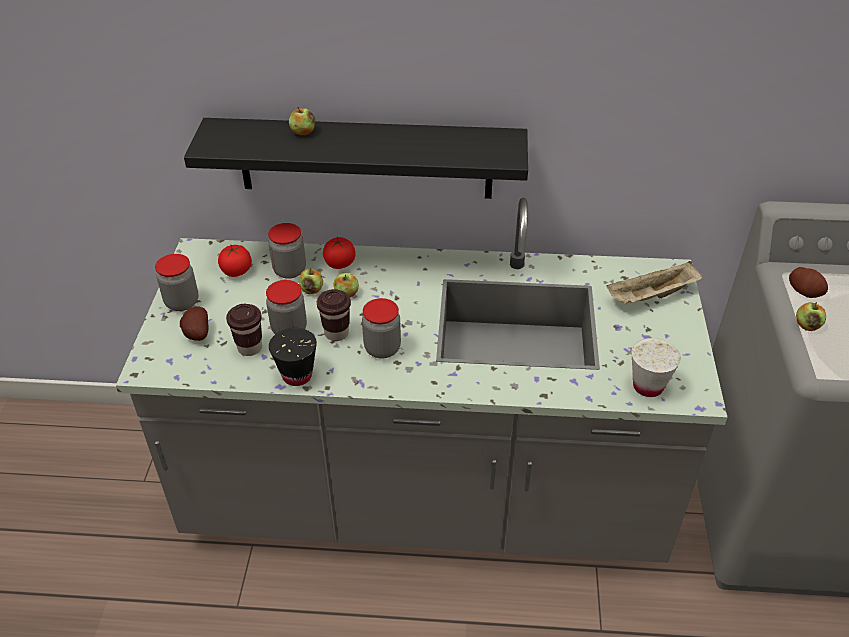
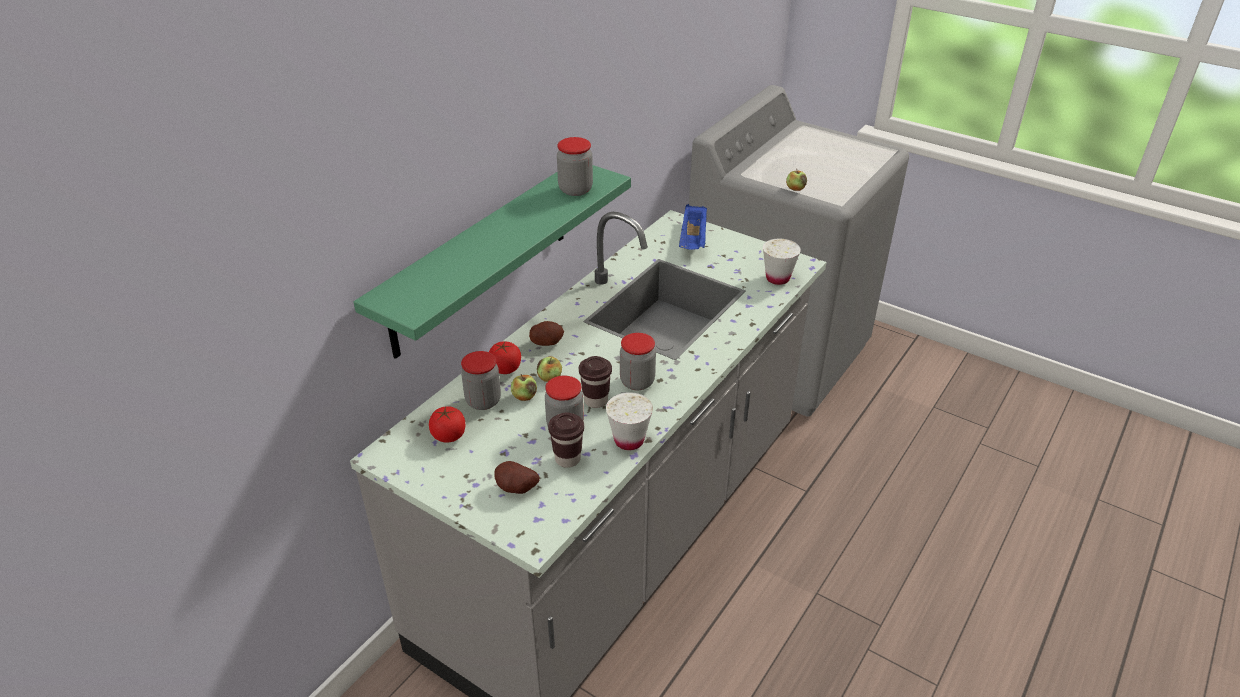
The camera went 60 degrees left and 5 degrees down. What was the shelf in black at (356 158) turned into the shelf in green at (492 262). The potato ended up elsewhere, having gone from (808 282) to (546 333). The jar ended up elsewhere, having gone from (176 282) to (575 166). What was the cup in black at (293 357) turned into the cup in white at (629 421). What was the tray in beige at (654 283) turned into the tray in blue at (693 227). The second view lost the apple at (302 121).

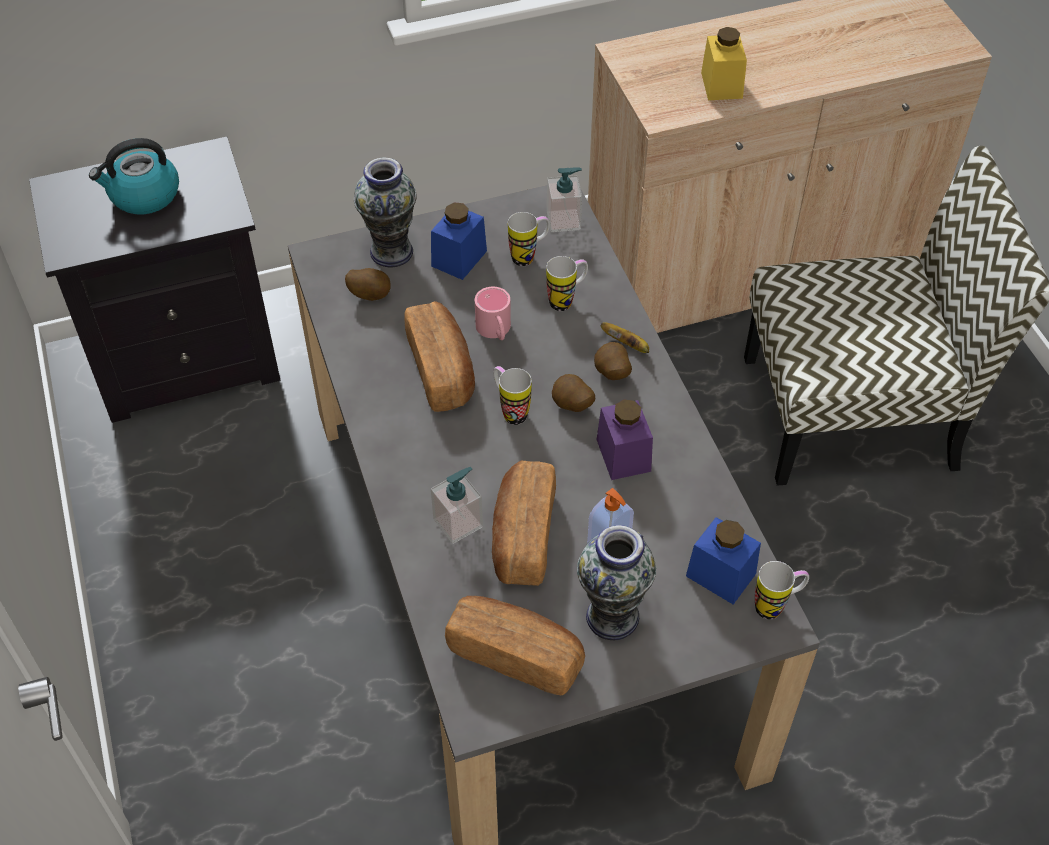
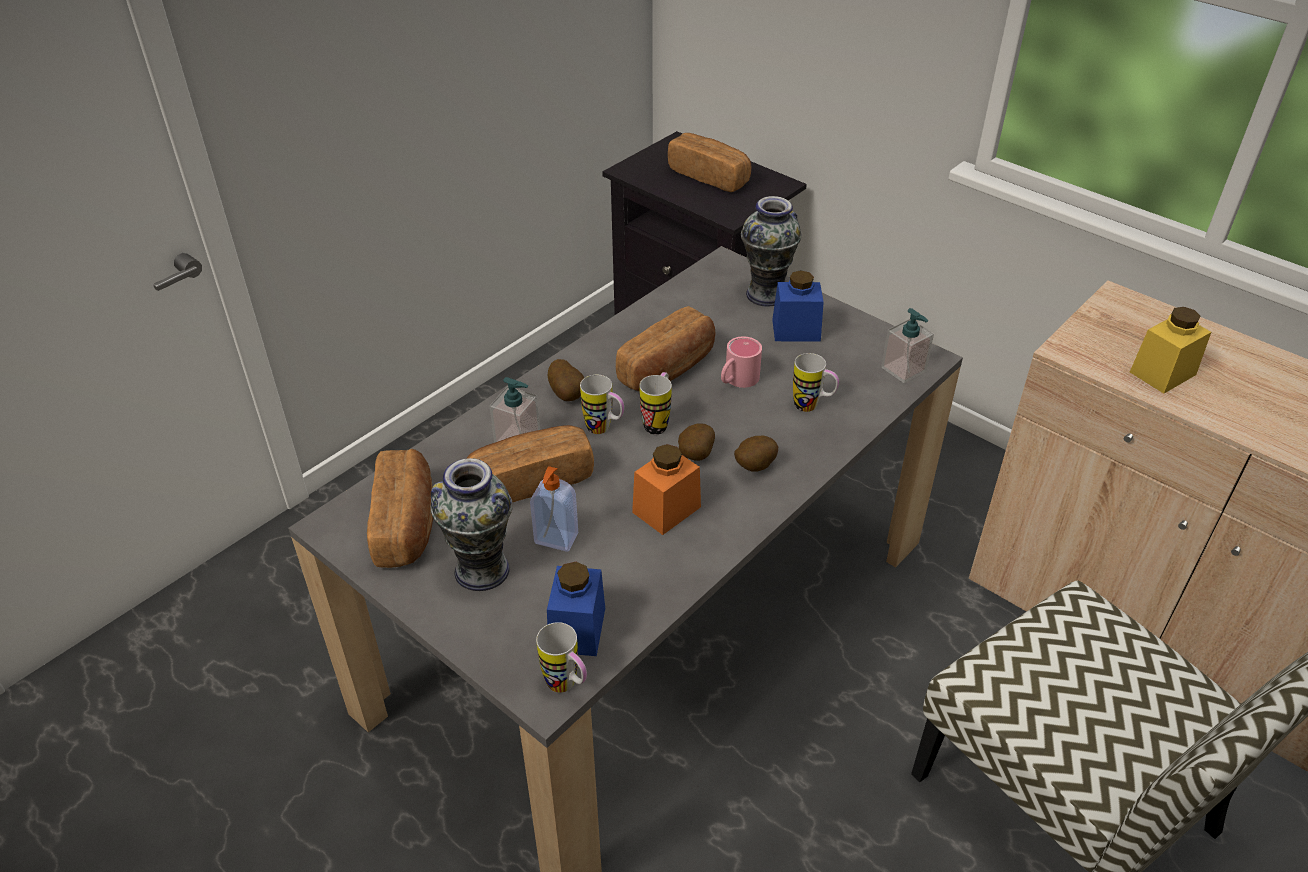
The camera went 60 degrees right and 10 degrees down. The potato ended up elsewhere, having gone from (368 284) to (566 380). The mug ended up elsewhere, having gone from (529 239) to (602 404). What was the jar in purple at (625 440) turned into the jar in orange at (666 489). Where the kettle stood at (134 176), the bread came to stand at (709 162). The second view lost the banana at (625 337).

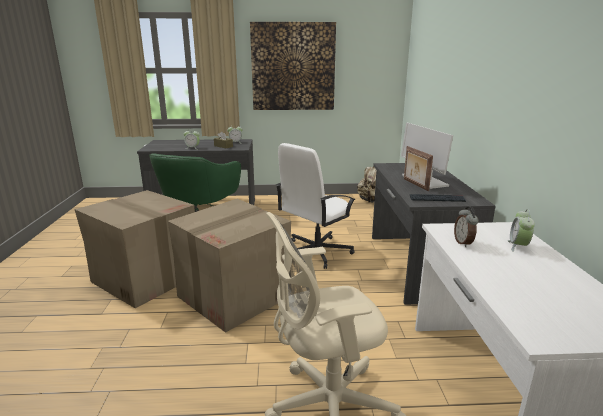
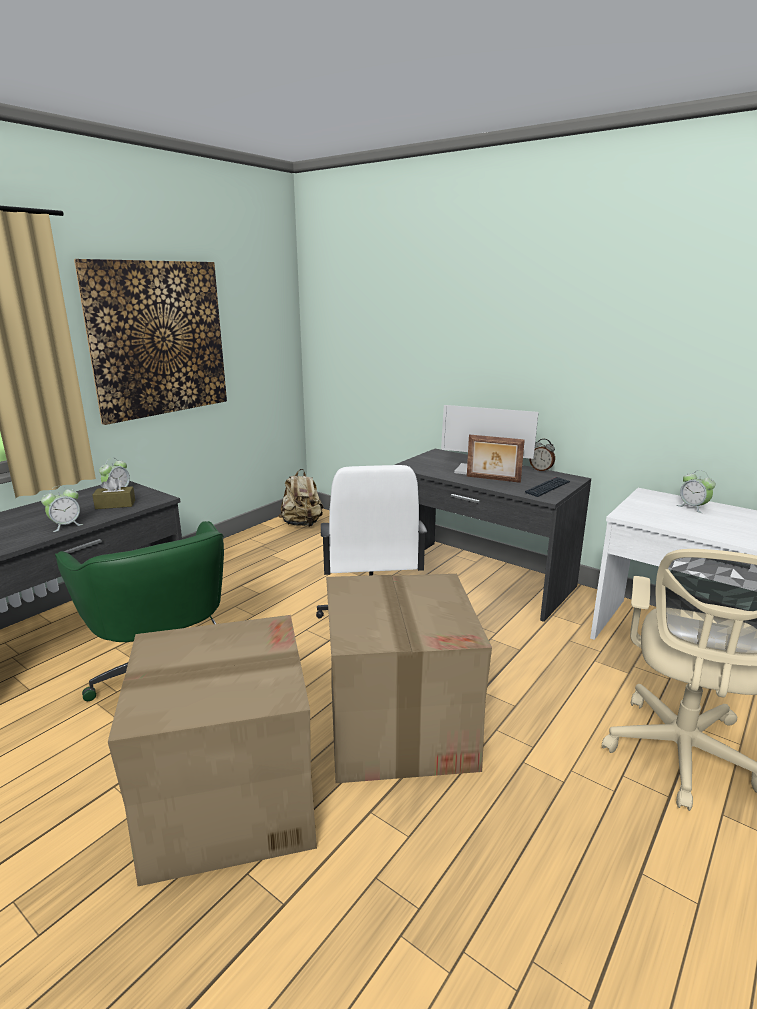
The camera went 50 degrees left and 0 degrees up. The alarm clock ended up elsewhere, having gone from (466 226) to (542 455).

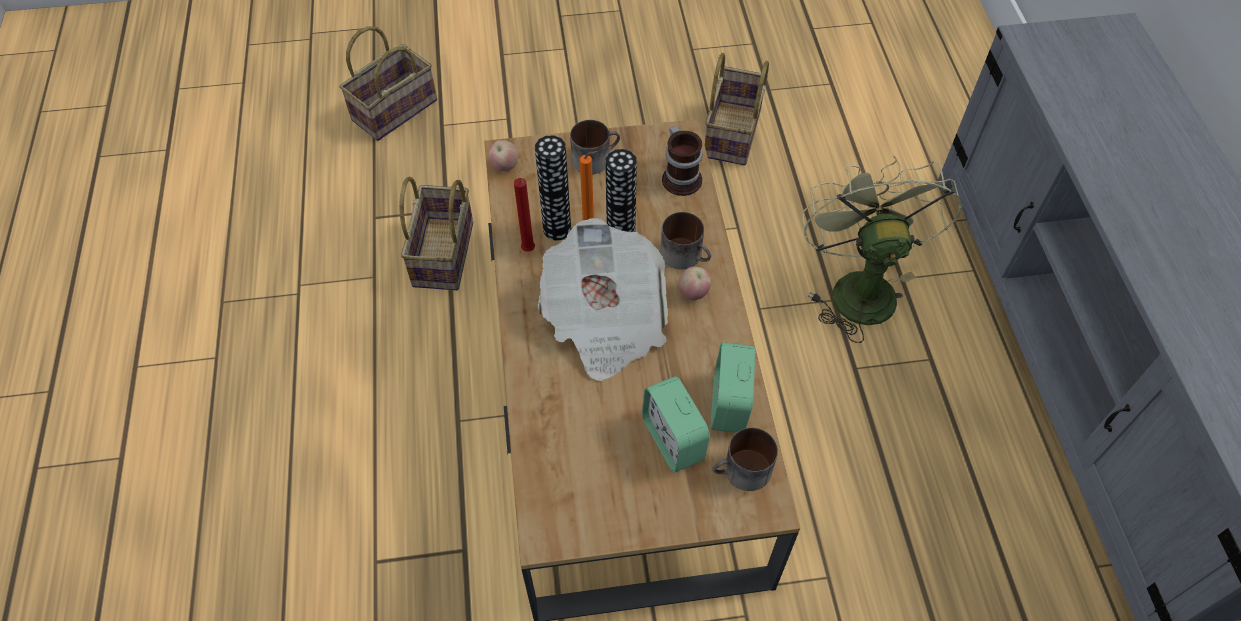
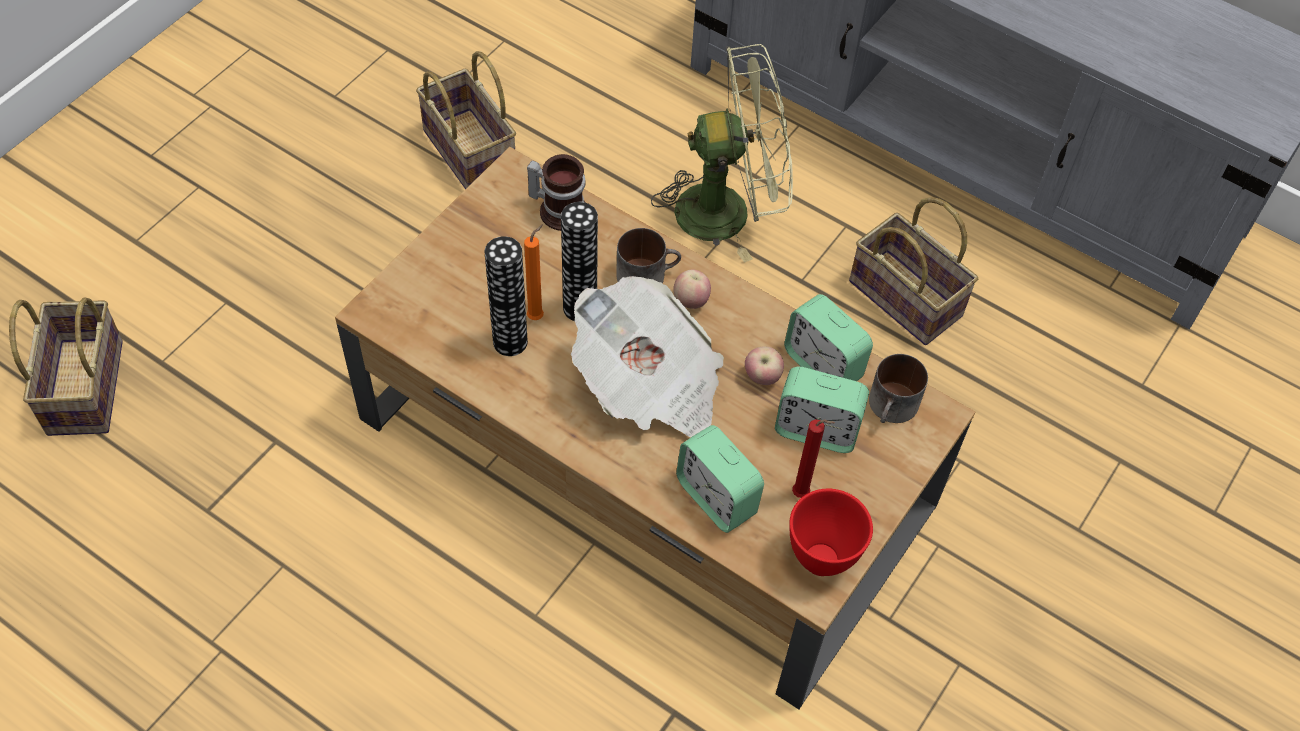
The camera went 50 degrees left and 0 degrees up. The fan in green at (882 249) ended up facing another way, 135 degrees clockwise from before. The second view gained the alarm clock at (720 479). The apple ended up elsewhere, having gone from (503 156) to (764 365). The second view gained the bowl in red at (831 532). The candle in red ended up elsewhere, having gone from (524 215) to (813 458). The basket ended up elsewhere, having gone from (436 233) to (913 271). The second view lost the mug at (595 147).

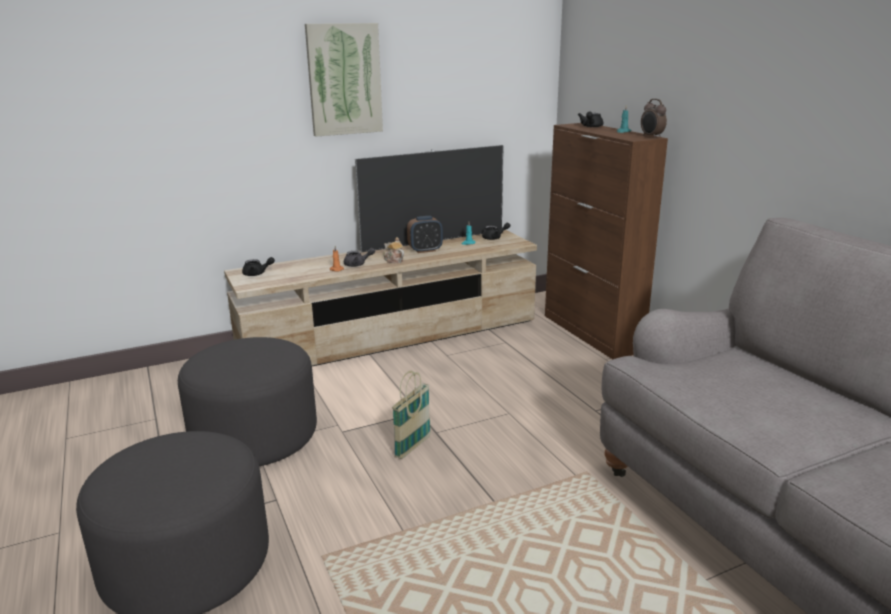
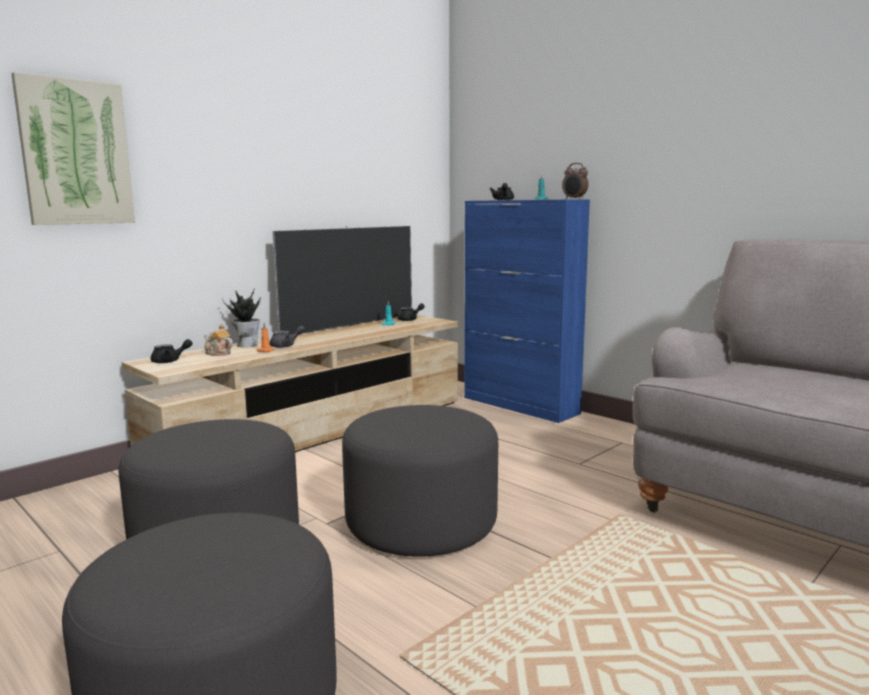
The camera went 20 degrees left and 10 degrees down. The picture ended up elsewhere, having gone from (344 80) to (73 148). The teapot ended up elsewhere, having gone from (393 250) to (218 340). The second view gained the potted plant at (241 318). Where the basket stood at (411 415), the ottoman in grey came to stand at (420 481). What was the cabinet in brown at (606 241) turned into the cabinet in blue at (527 311). The second view lost the alarm clock at (425 234).

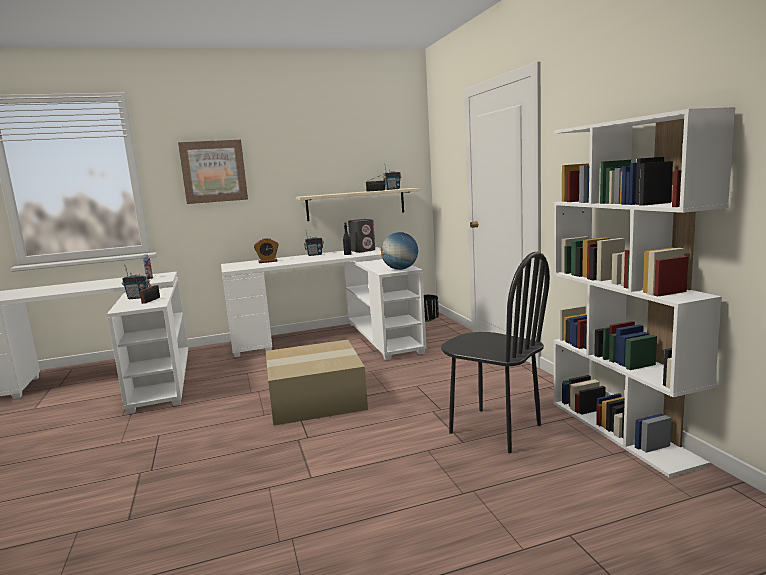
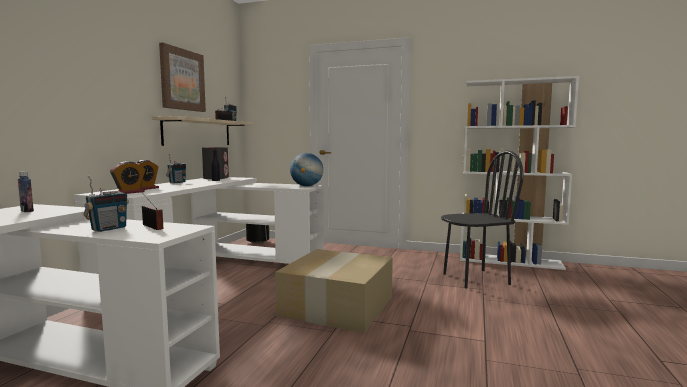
The camera went 55 degrees left and 5 degrees down. The second view gained the alarm clock at (127 177). The picture ended up elsewhere, having gone from (213 172) to (182 77).

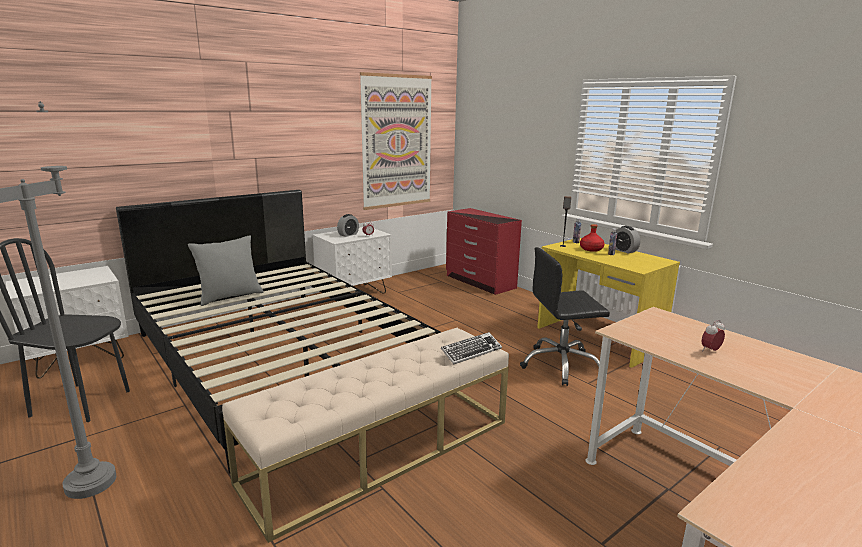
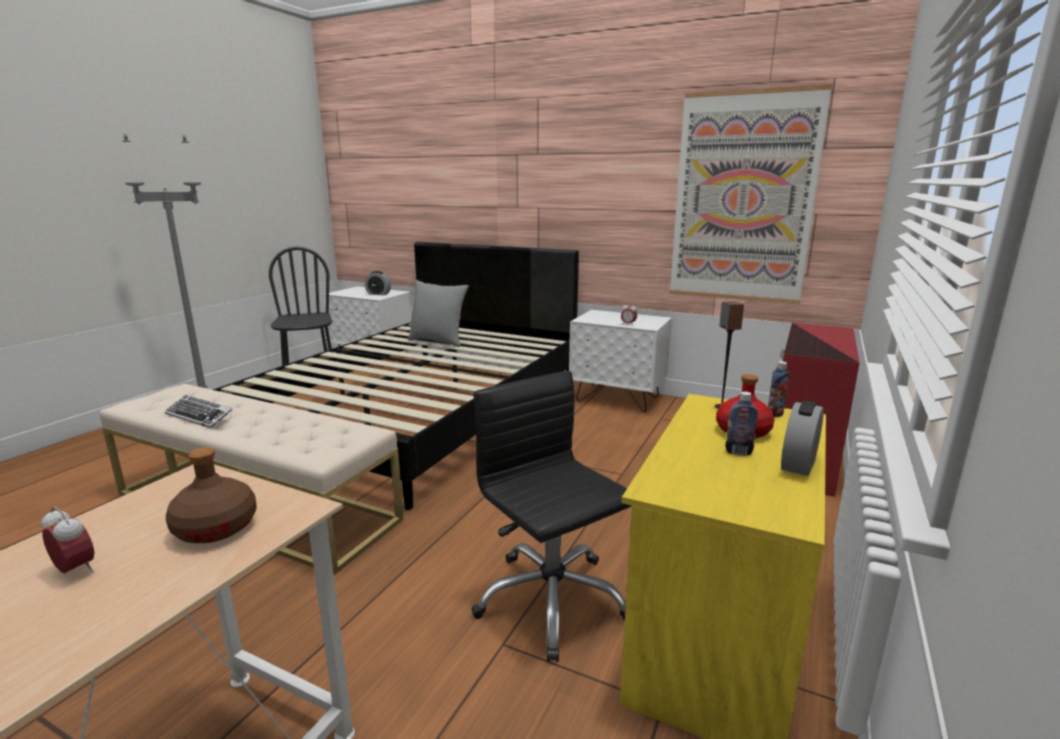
The camera went 65 degrees right and 0 degrees up. The keyboard ended up elsewhere, having gone from (471 348) to (198 411). The second view gained the bottle in brown at (211 495). The alarm clock ended up elsewhere, having gone from (348 225) to (378 283).

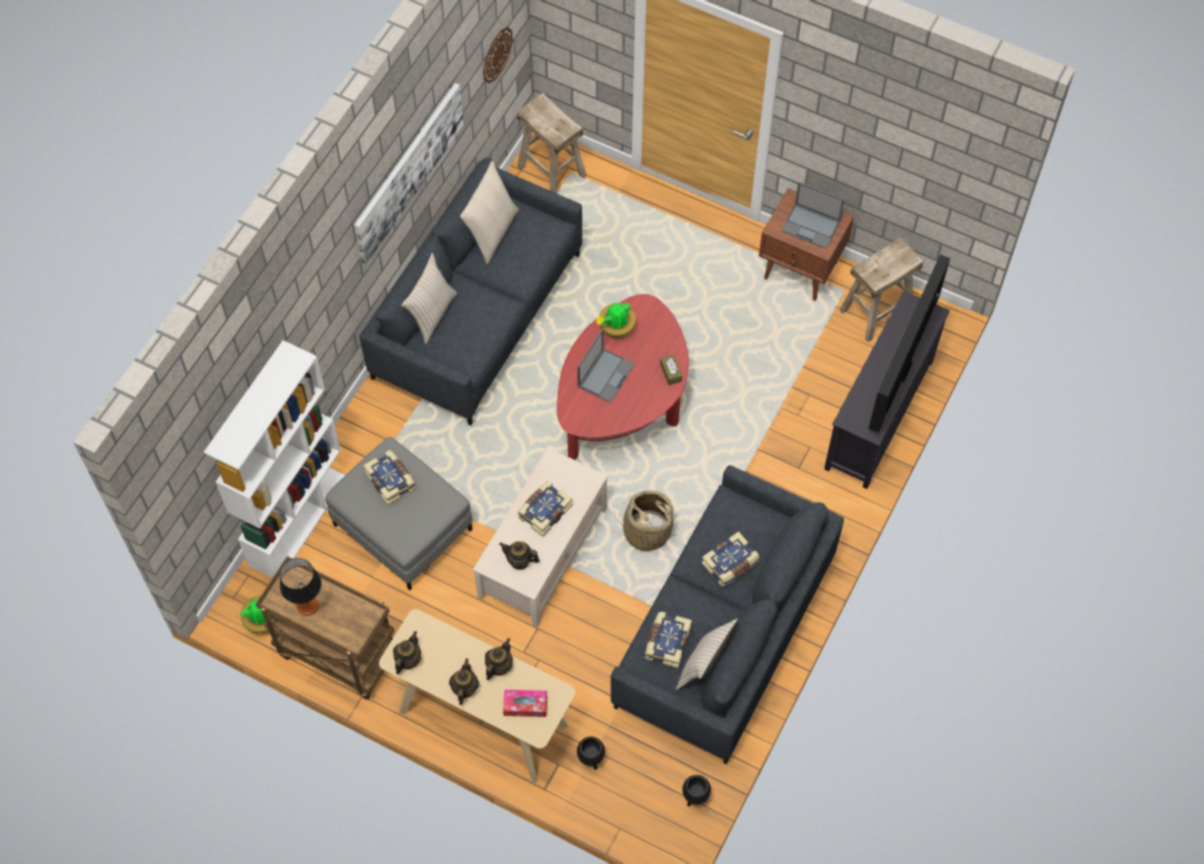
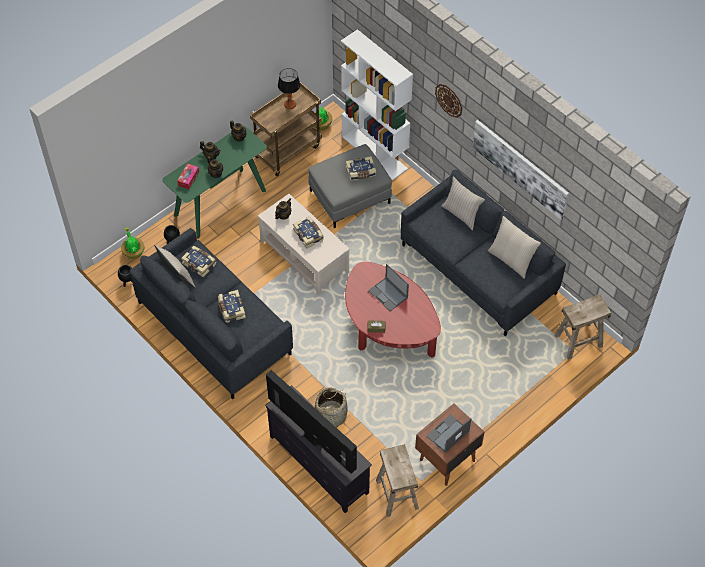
The camera went 110 degrees right and 5 degrees down. The potted plant ended up elsewhere, having gone from (616 320) to (132 243). What was the console table in beige at (477 696) turned into the console table in green at (215 182). The basket ended up elsewhere, having gone from (645 521) to (331 407). The wall clock ended up elsewhere, having gone from (498 55) to (448 101).

